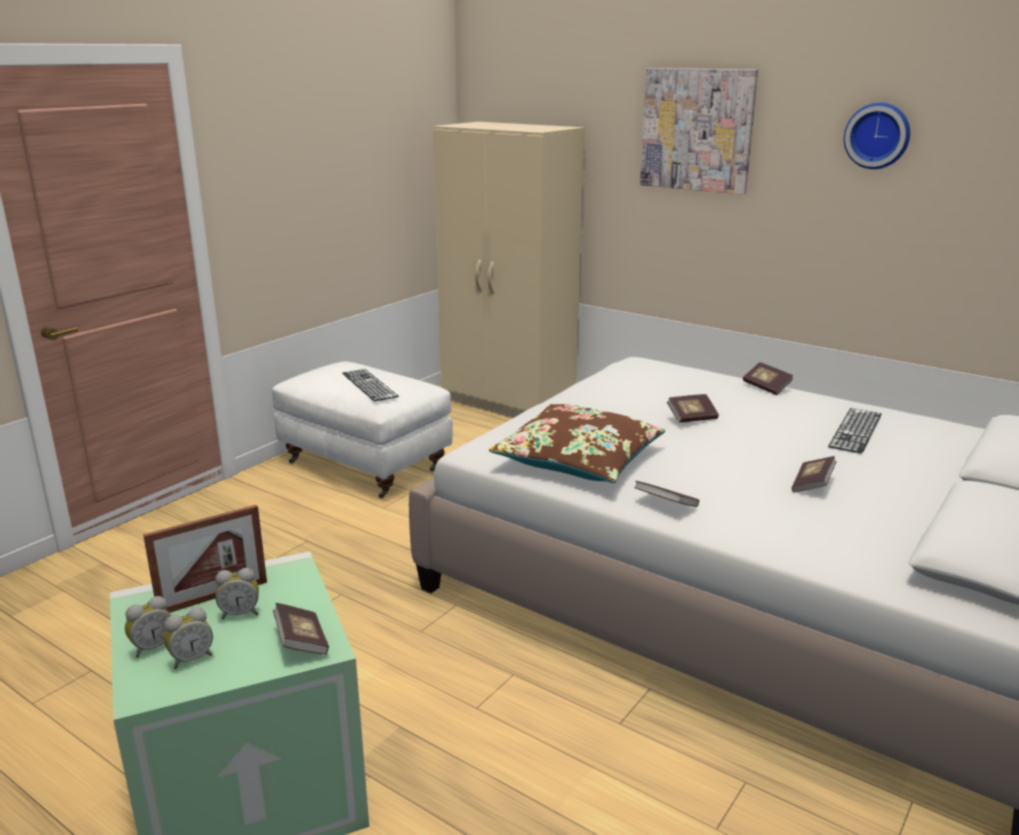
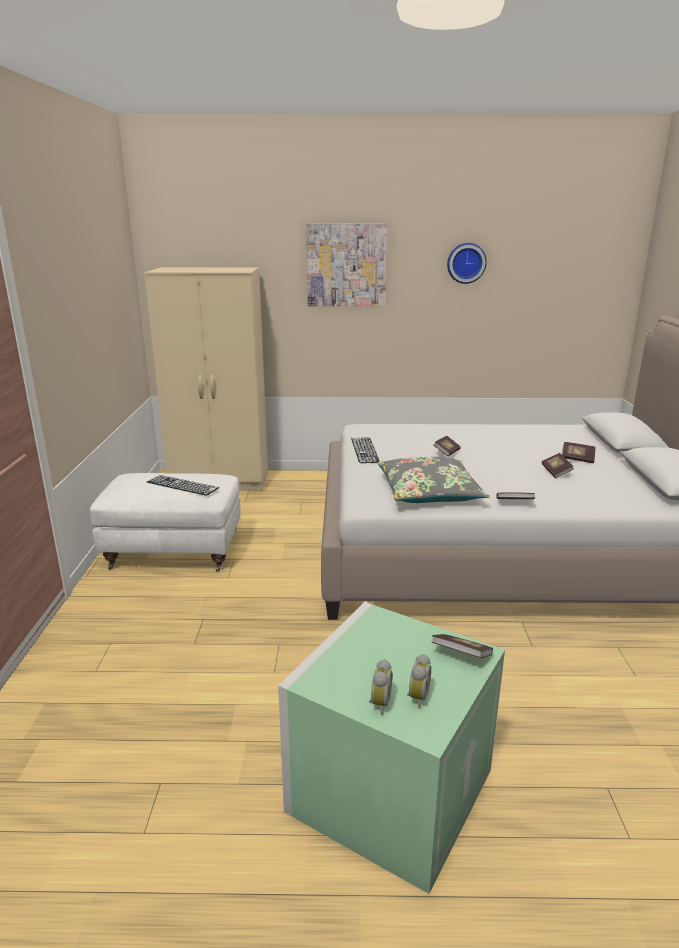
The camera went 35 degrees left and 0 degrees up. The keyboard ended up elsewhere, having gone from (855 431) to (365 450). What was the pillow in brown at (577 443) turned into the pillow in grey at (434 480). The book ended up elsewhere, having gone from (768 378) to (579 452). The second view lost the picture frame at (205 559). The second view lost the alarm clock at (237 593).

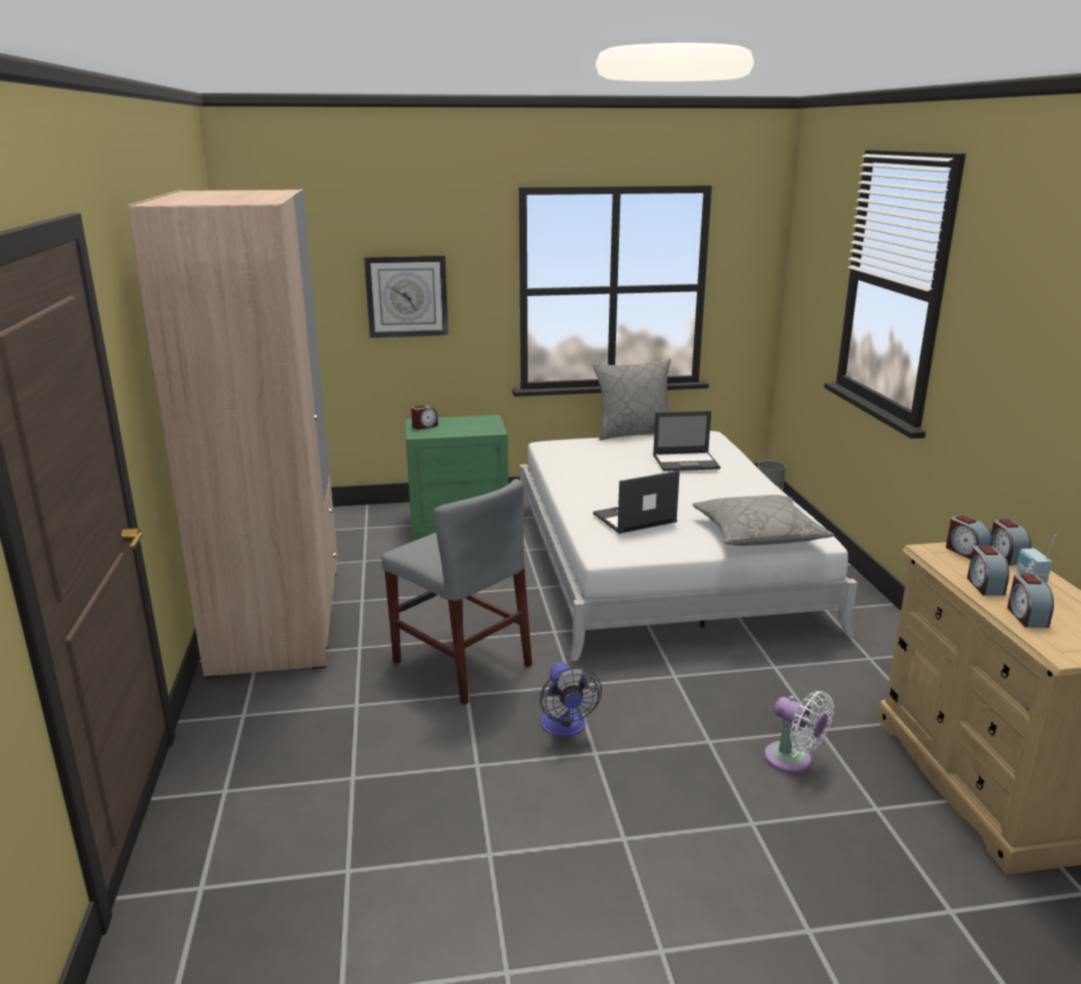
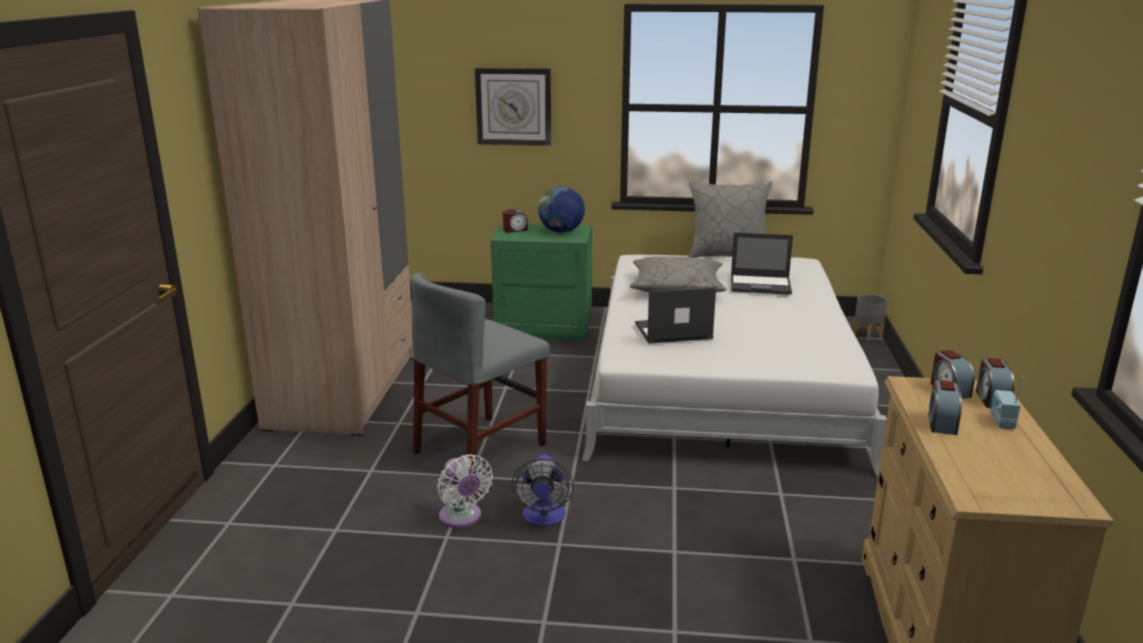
The camera went 15 degrees right and 0 degrees up. The chair in grey at (457 592) ended up facing another way, 75 degrees clockwise from before. The fan in white ended up elsewhere, having gone from (799 732) to (465 491). The second view gained the globe at (561 209). The pillow in grey ended up elsewhere, having gone from (763 520) to (678 274). The second view lost the alarm clock at (1030 601).

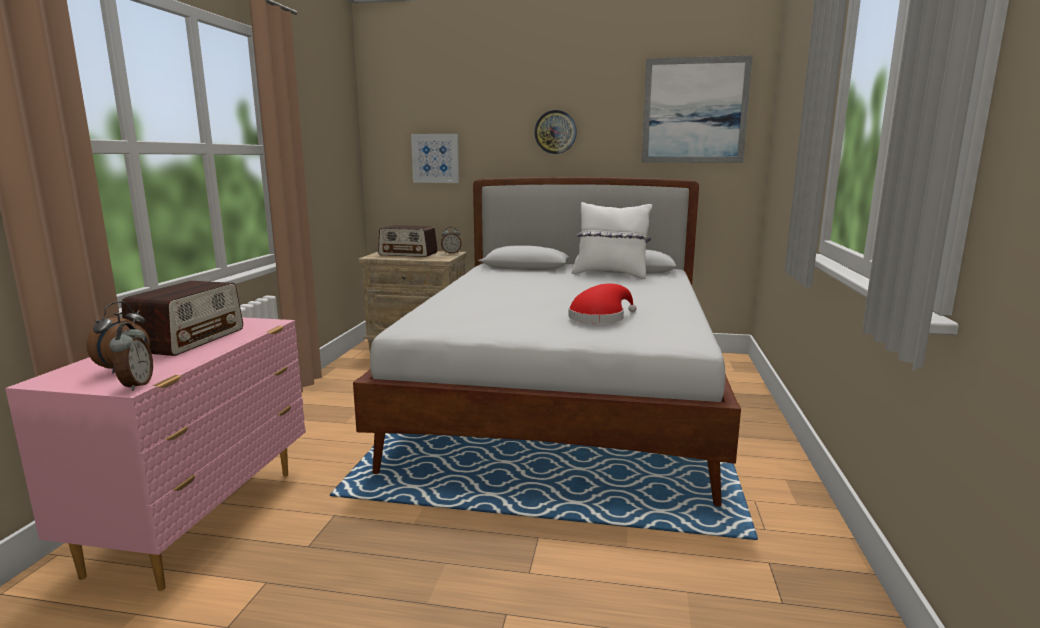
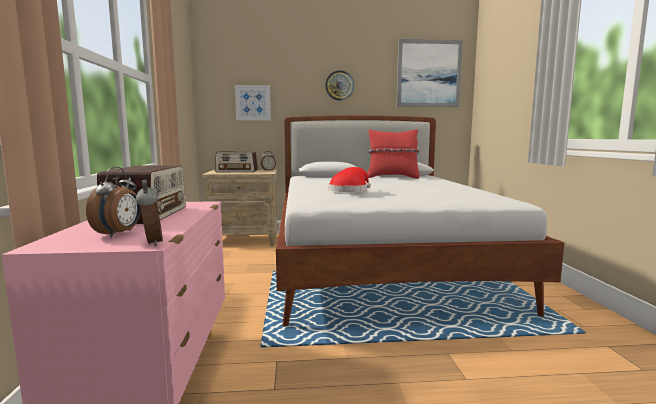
The camera went 15 degrees left and 5 degrees down. The hat in red ended up elsewhere, having gone from (602 303) to (350 179). What was the pillow in white at (612 240) turned into the pillow in red at (394 154).

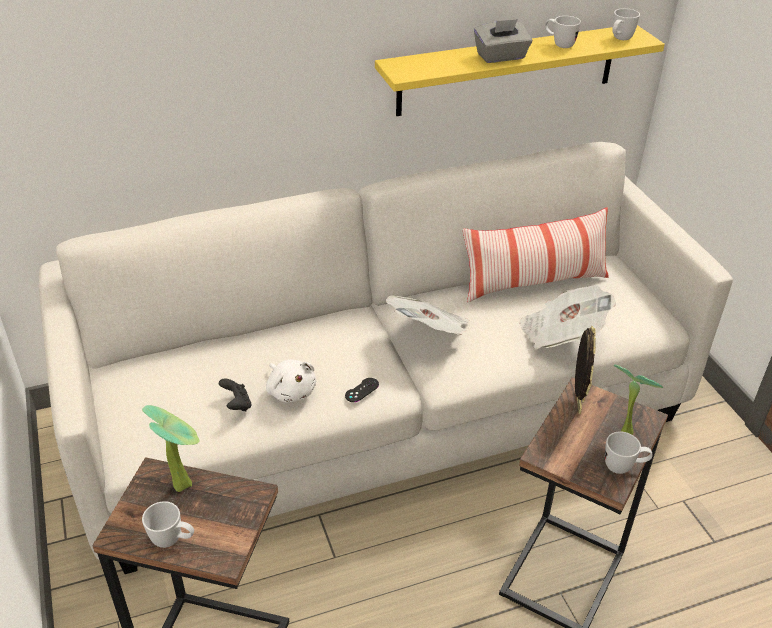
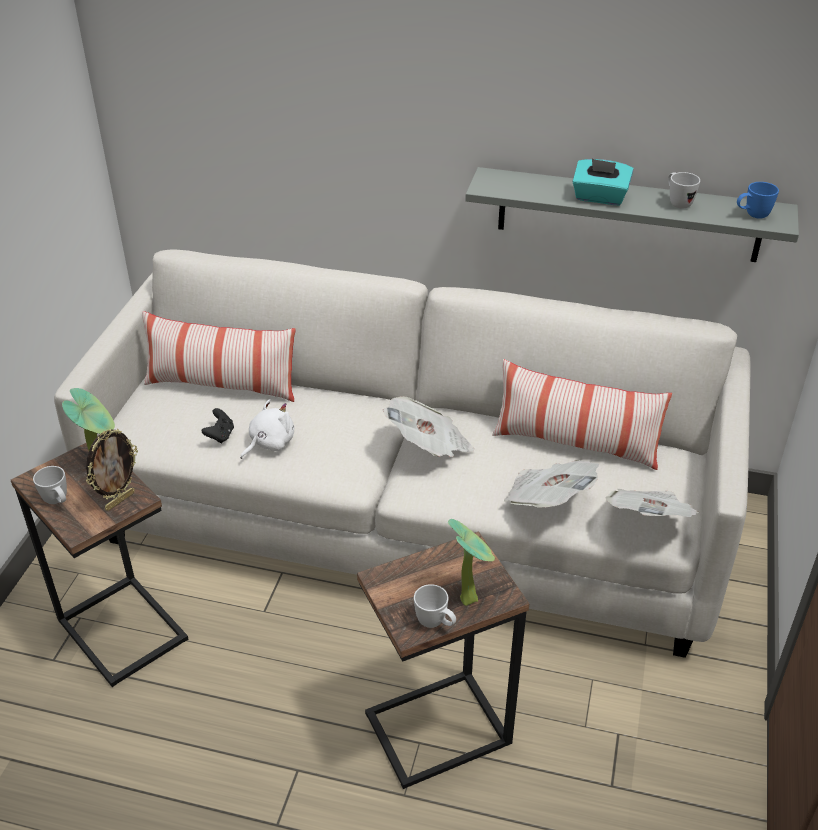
The camera went 35 degrees right and 0 degrees up. The picture frame ended up elsewhere, having gone from (585 370) to (112 470). The second view gained the pillow at (219 356). The plush toy in white at (291 381) ended up facing another way, 135 degrees counterclockwise from before. What was the shelf in yellow at (520 70) turned into the shelf in grey at (632 214). What was the tissue box in grey at (503 41) turned into the tissue box in turquoise at (602 182). The second view gained the newspaper at (652 503). What was the mug in white at (626 24) turned into the mug in blue at (758 200). The second view lost the game controller in black at (362 390).

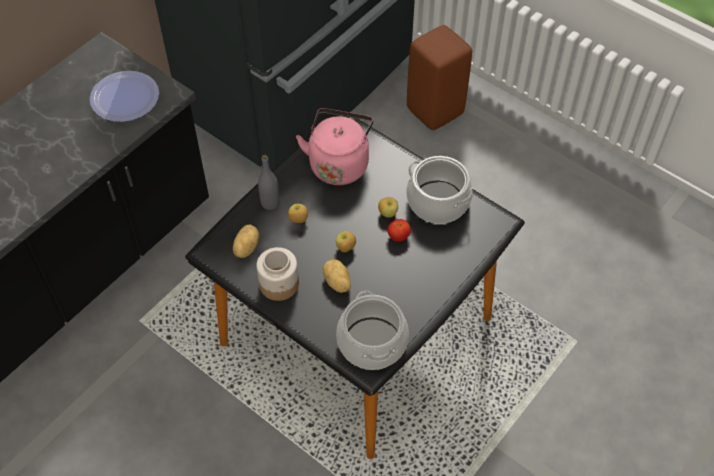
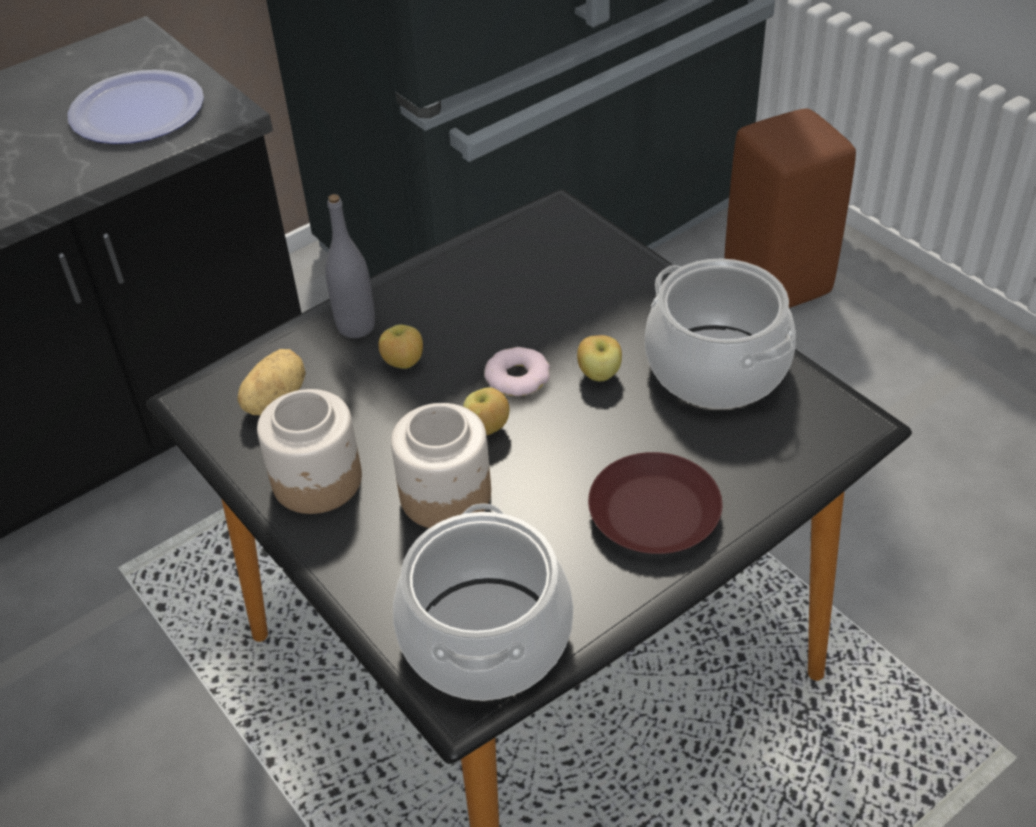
The camera went 15 degrees right and 10 degrees down. Where the potato stood at (337 276), the jar came to stand at (441 465). The second view gained the donut at (517 372). The second view gained the plate in brown at (655 503). The second view lost the kettle in pink at (334 146). The second view lost the tomato at (399 230).

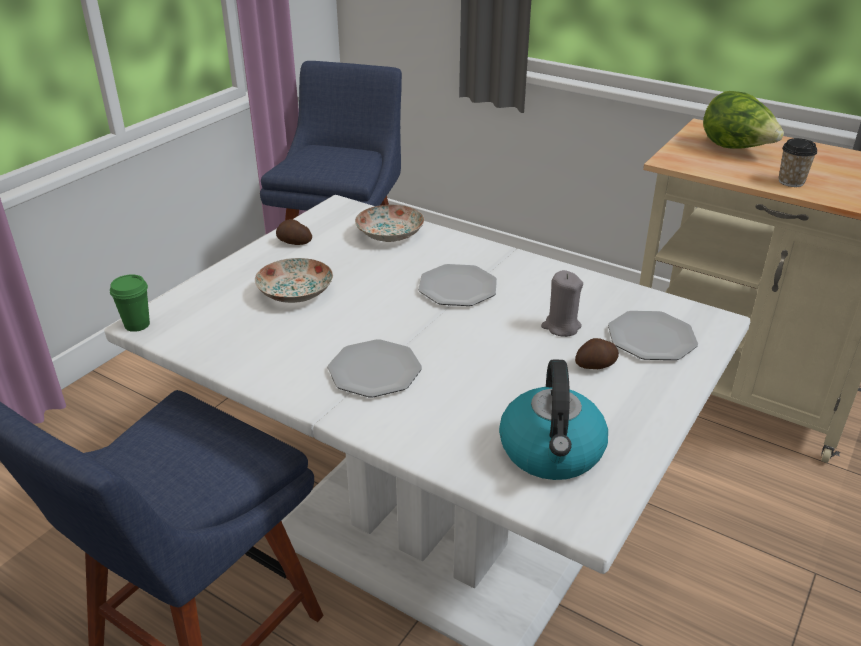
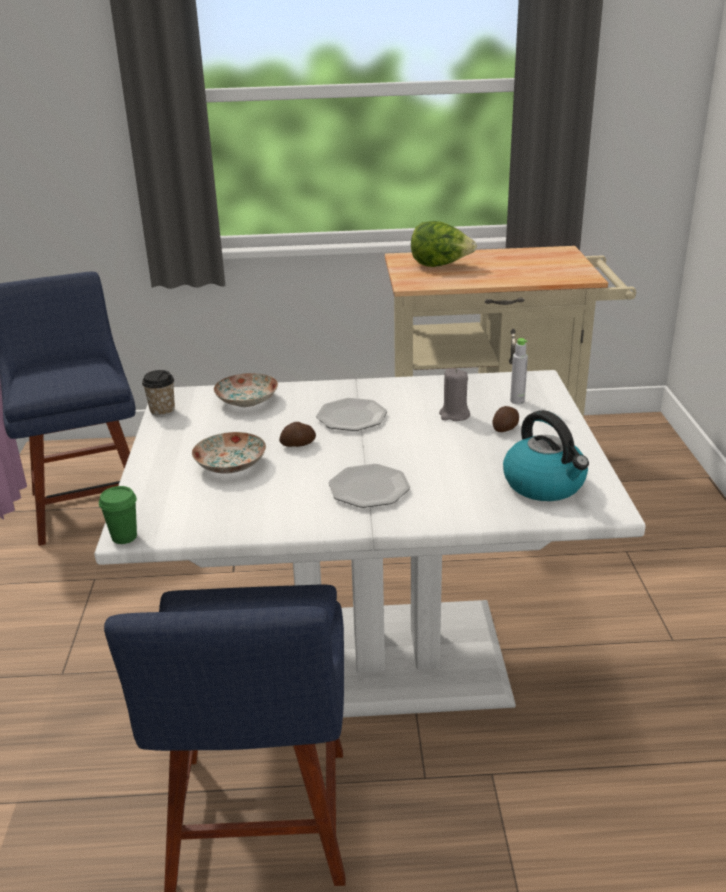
The camera went 35 degrees left and 5 degrees down. The cup ended up elsewhere, having gone from (798 162) to (158 393). The potato ended up elsewhere, having gone from (294 232) to (297 434). Where the plate stood at (653 335), the bottle in grey came to stand at (519 371).

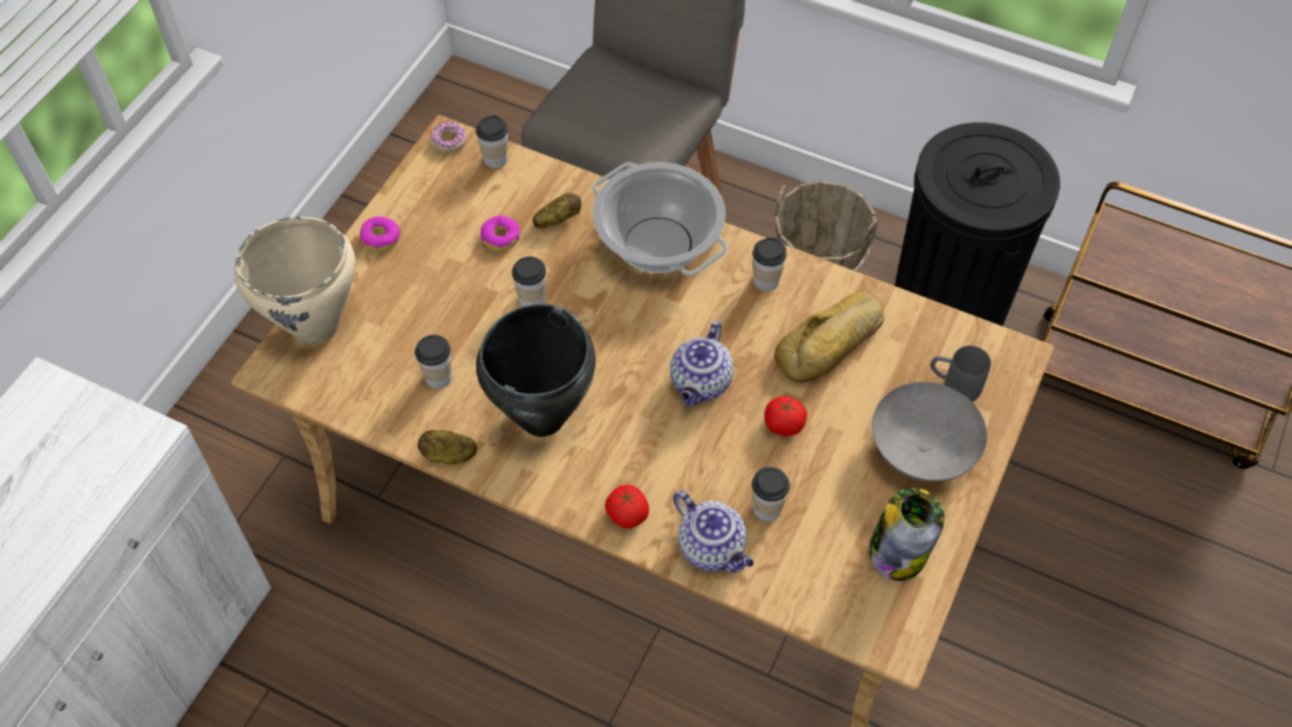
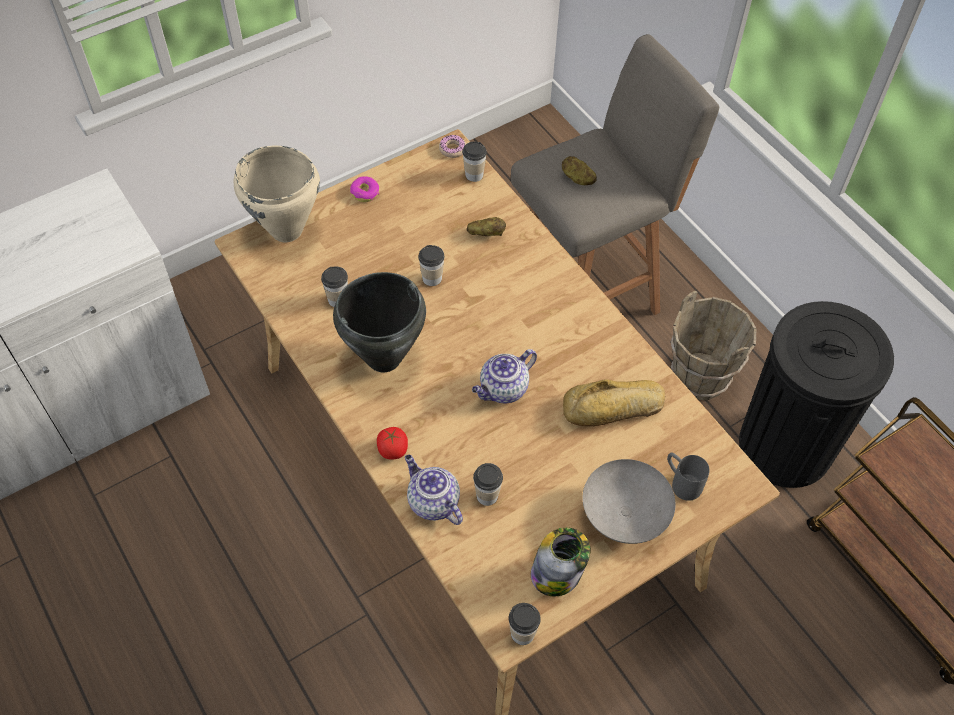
The camera went 30 degrees right and 0 degrees up. The teapot at (713 532) ended up facing another way, 150 degrees clockwise from before. The cup ended up elsewhere, having gone from (770 264) to (525 624). The potato ended up elsewhere, having gone from (447 447) to (579 170). The second view lost the donut at (500 233). The second view lost the cooking pot at (660 219). The second view lost the tomato at (785 416).

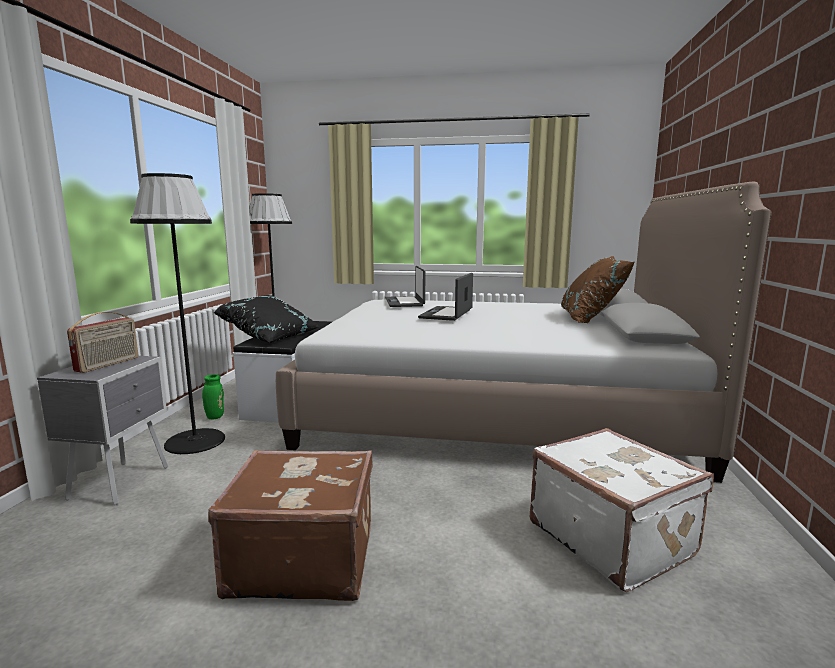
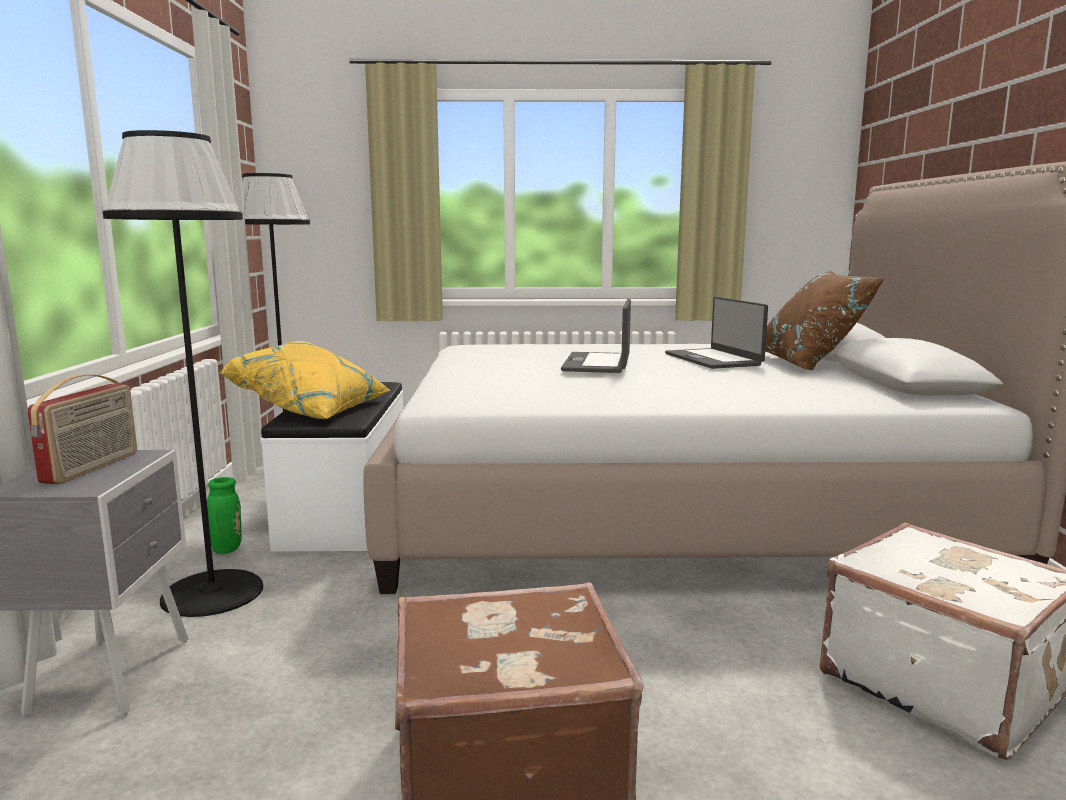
The camera went 10 degrees left and 0 degrees up. What was the pillow in black at (267 319) turned into the pillow in yellow at (305 380). The laptop ended up elsewhere, having gone from (405 286) to (716 333).

